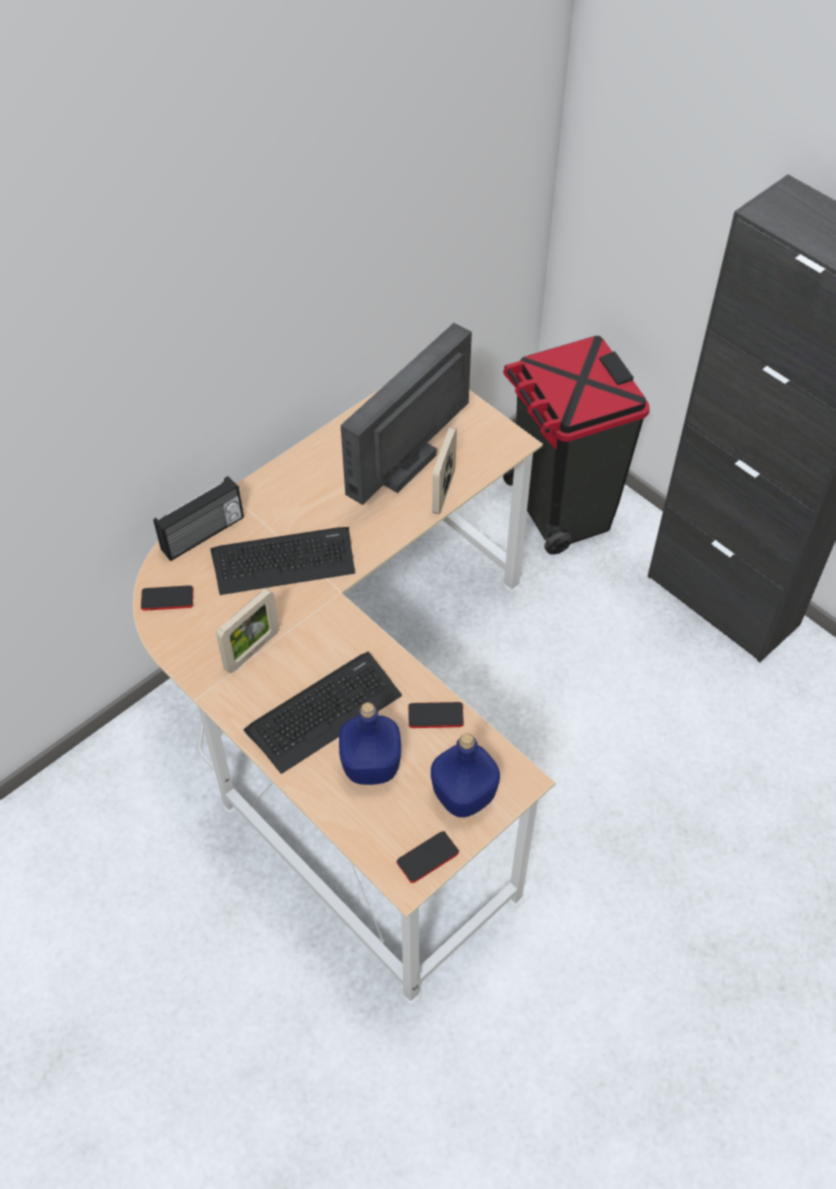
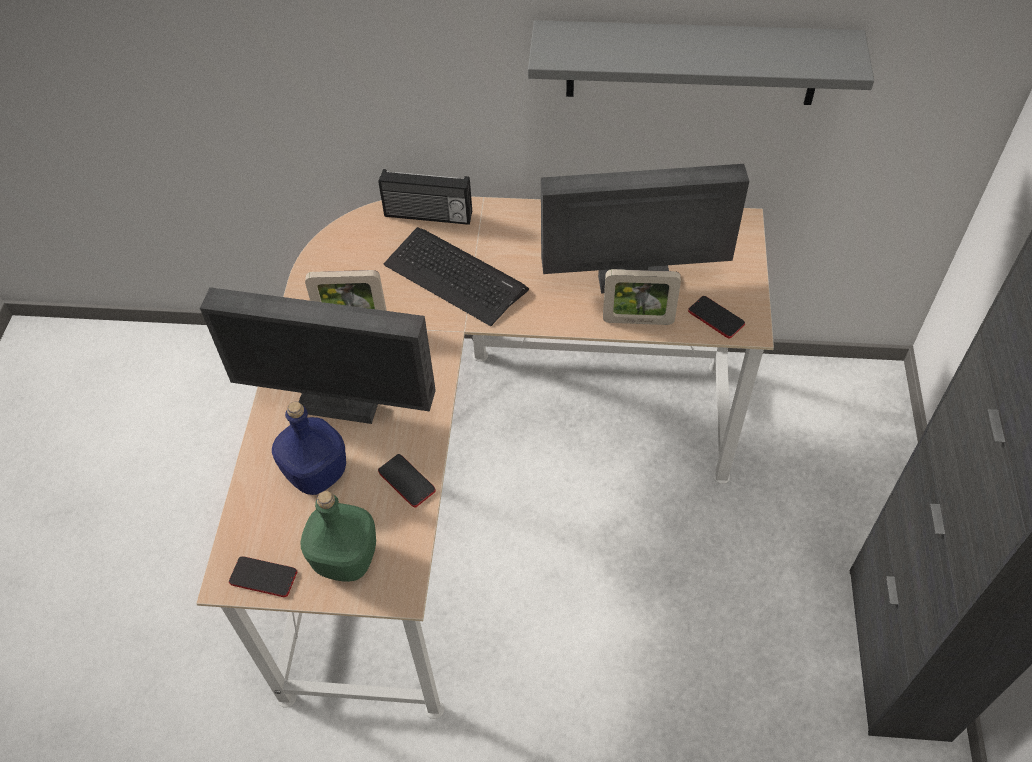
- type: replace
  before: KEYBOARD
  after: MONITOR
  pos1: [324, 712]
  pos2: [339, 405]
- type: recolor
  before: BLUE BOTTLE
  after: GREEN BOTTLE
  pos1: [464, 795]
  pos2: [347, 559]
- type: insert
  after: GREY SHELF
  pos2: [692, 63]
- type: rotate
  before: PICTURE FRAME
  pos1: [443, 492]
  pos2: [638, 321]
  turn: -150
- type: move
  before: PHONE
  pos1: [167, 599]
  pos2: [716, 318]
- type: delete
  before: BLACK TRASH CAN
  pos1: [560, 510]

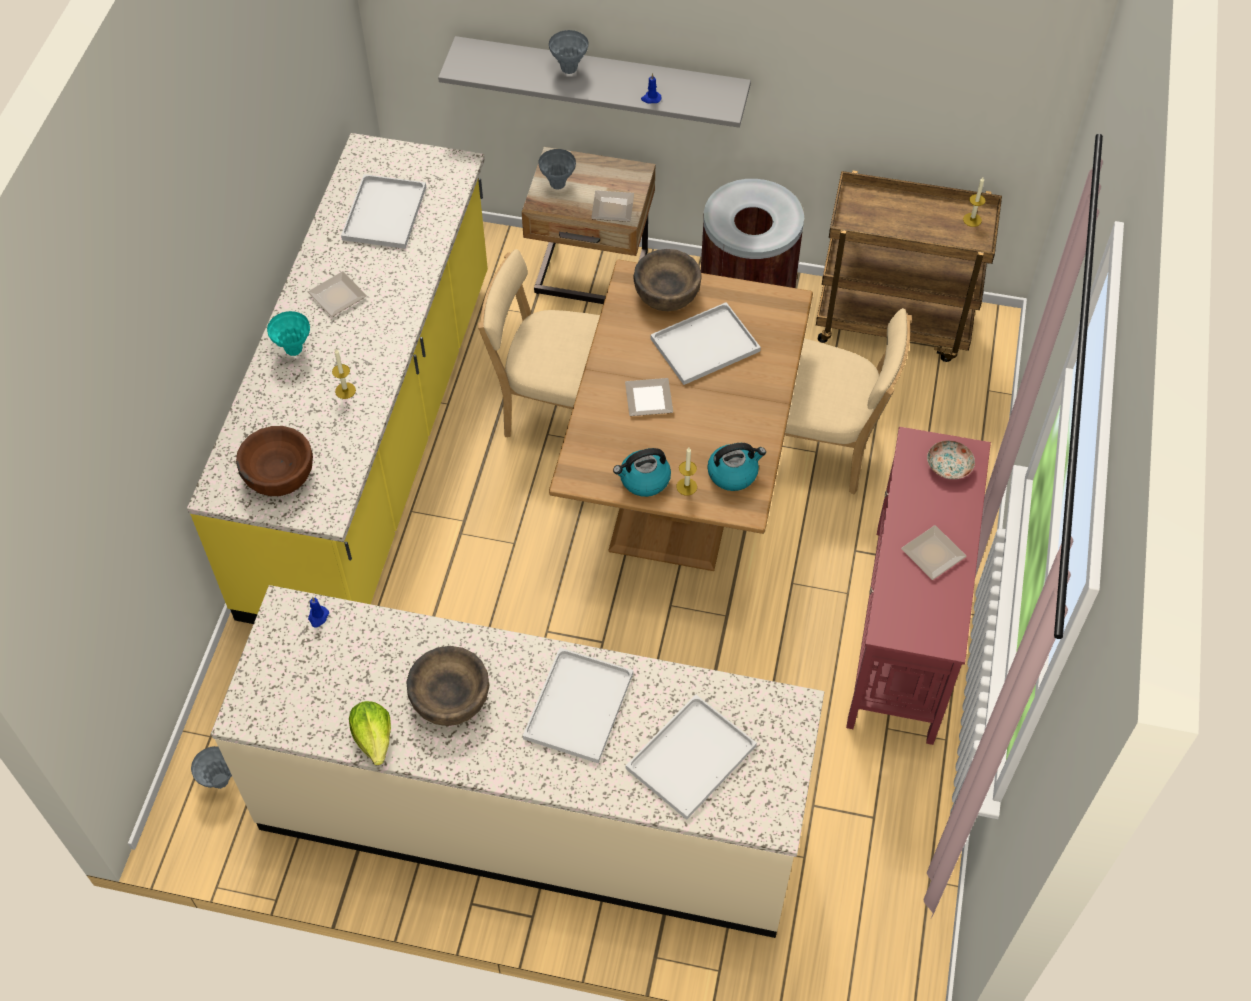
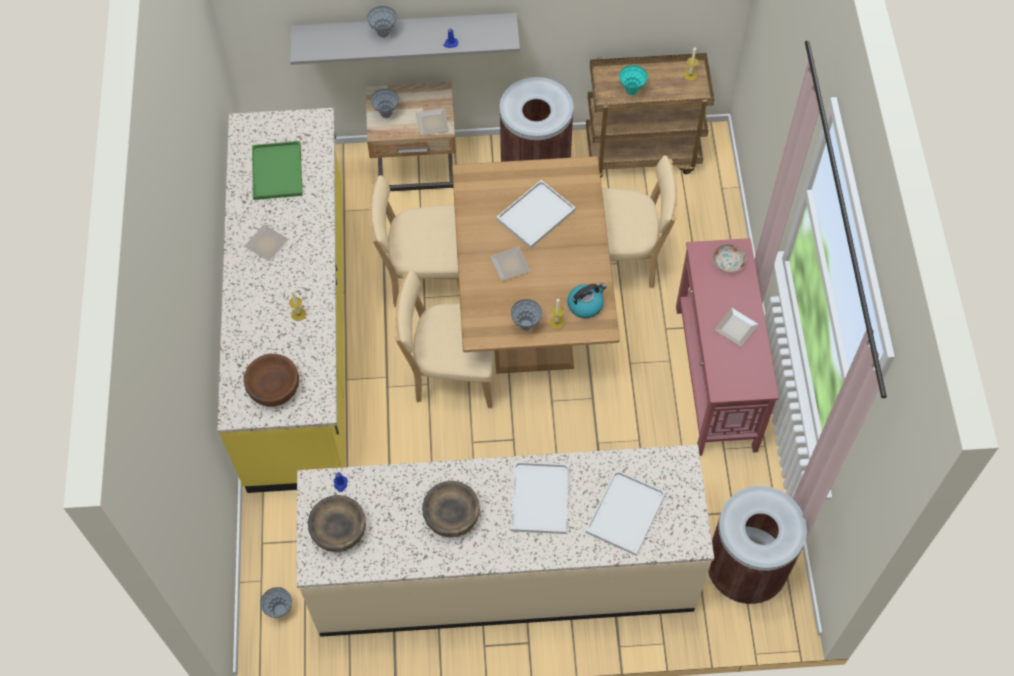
- type: recolor
  before: WHITE TRAY
  after: GREEN TRAY
  pos1: [384, 211]
  pos2: [276, 170]
- type: move
  before: BROWN BOWL
  pos1: [666, 293]
  pos2: [339, 530]
- type: insert
  after: BEIGE CHAIR
  pos2: [452, 373]
- type: replace
  before: KETTLE
  after: GREY VASE
  pos1: [644, 480]
  pos2: [526, 325]
- type: move
  before: TURQUOISE VASE
  pos1: [294, 350]
  pos2: [631, 91]
- type: insert
  after: BROWN TRASH CAN
  pos2: [744, 570]
- type: delete
  before: LETTUCE
  pos1: [374, 738]

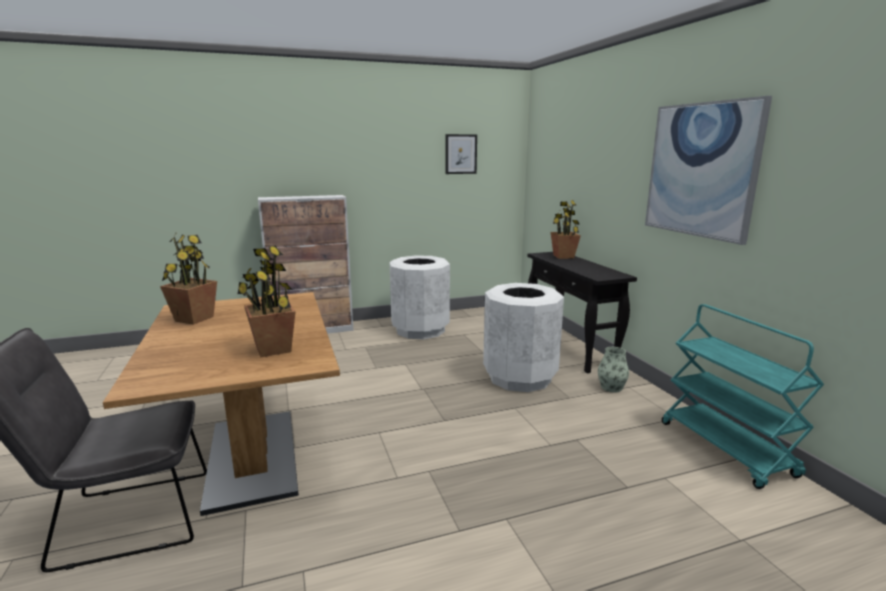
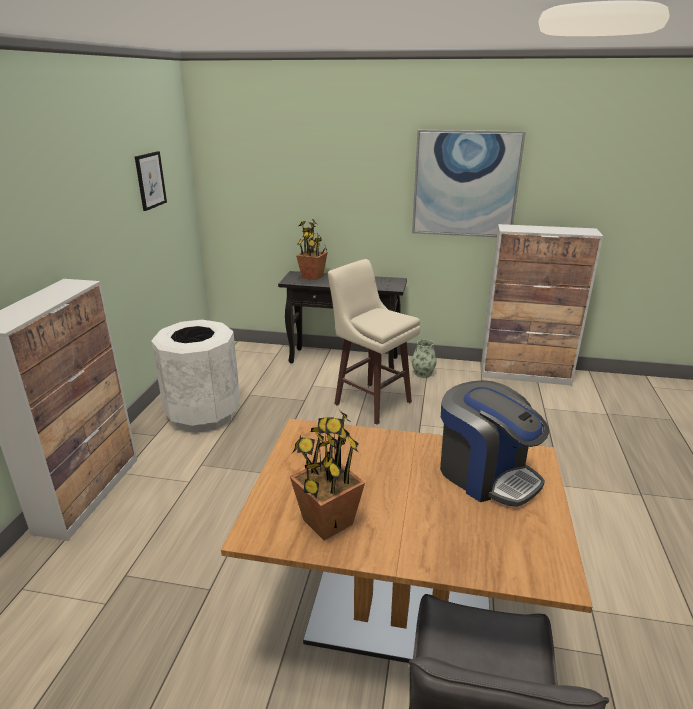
- type: replace
  before: WHITE TRASH CAN
  after: BEIGE STOOL
  pos1: [520, 377]
  pos2: [371, 402]
- type: replace
  before: POTTED PLANT
  after: COFFEE MACHINE
  pos1: [273, 349]
  pos2: [486, 474]
- type: replace
  before: TURQUOISE CART
  after: CABINET
  pos1: [727, 449]
  pos2: [525, 375]

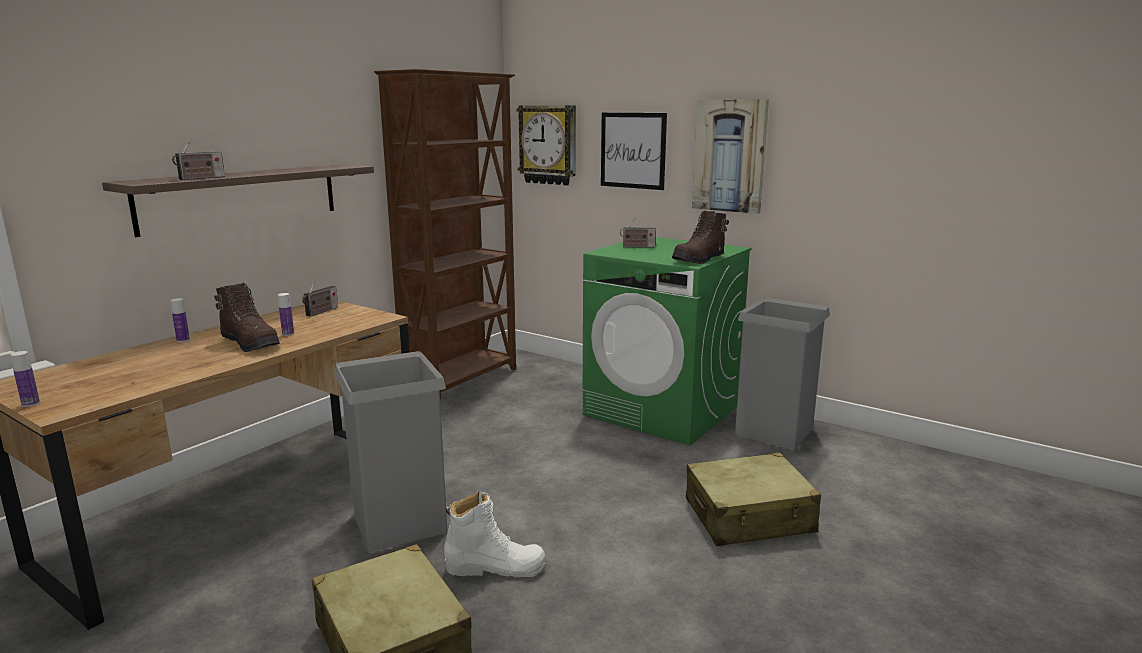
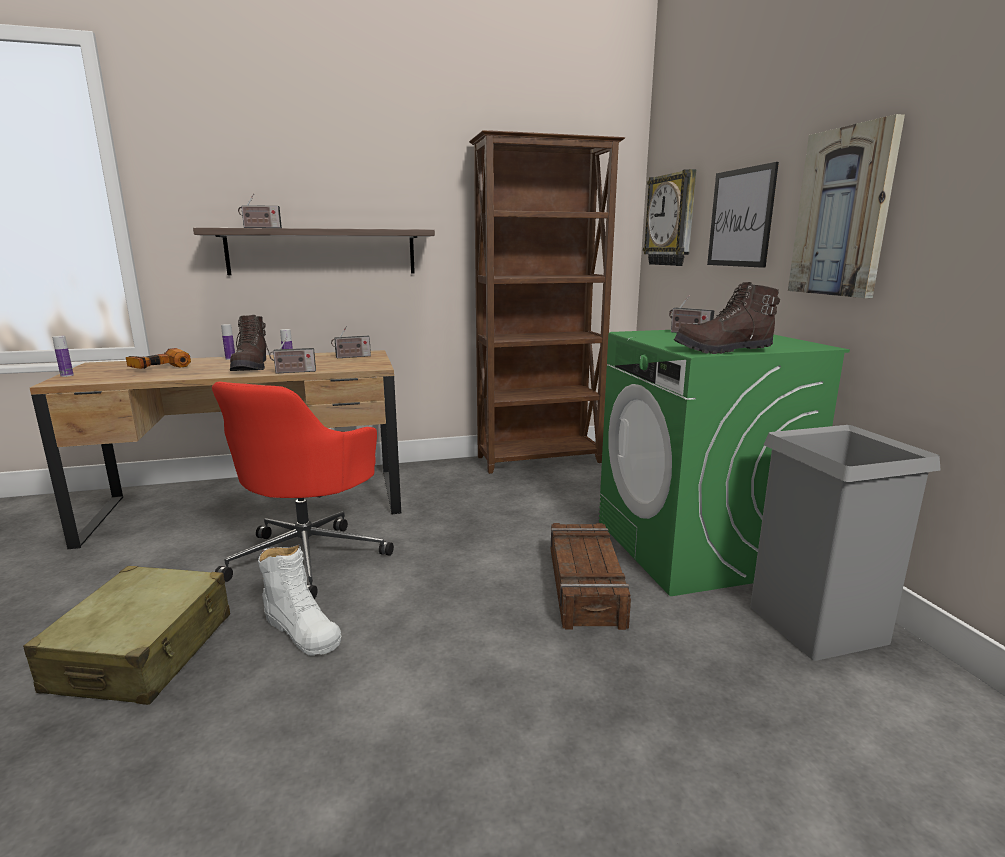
- type: insert
  after: POWER DRILL
  pos2: [158, 367]
- type: replace
  before: GREY TRASH CAN
  after: RED OFFICE CHAIR
  pos1: [399, 522]
  pos2: [309, 557]
- type: insert
  after: RADIO
  pos2: [293, 372]
- type: insert
  after: CRATE
  pos2: [586, 585]
- type: delete
  before: BEIGE SUITCASE
  pos1: [749, 516]

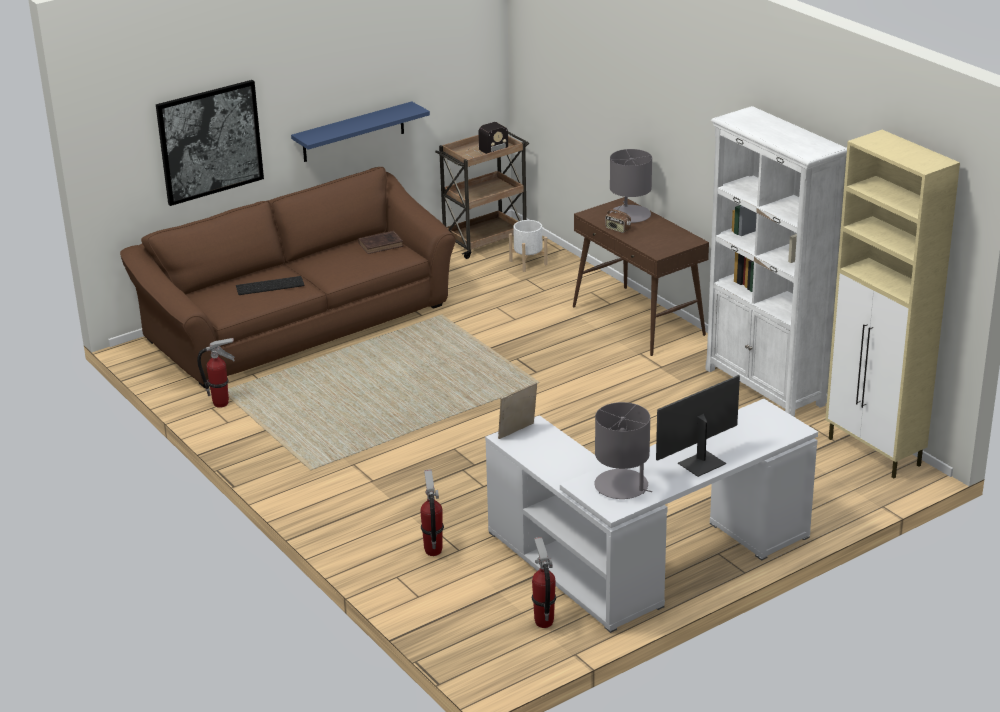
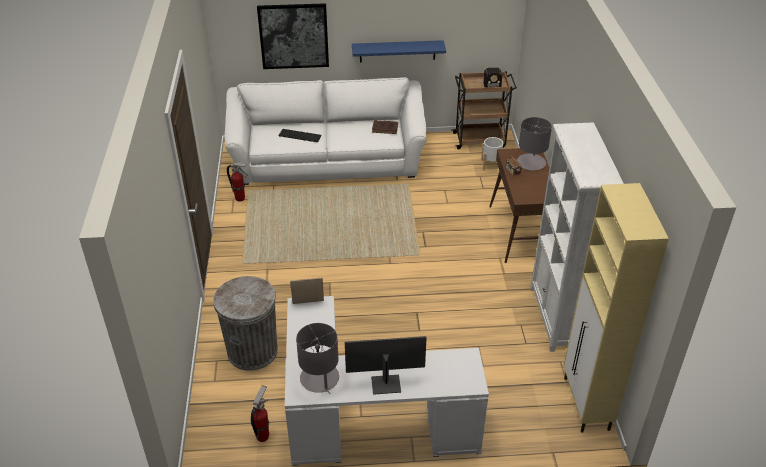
- type: replace
  before: FIRE EXTINGUISHER
  after: GREY TRASH CAN
  pos1: [433, 550]
  pos2: [252, 351]
- type: recolor
  before: BROWN SOFA
  after: WHITE SOFA
  pos1: [299, 323]
  pos2: [328, 160]

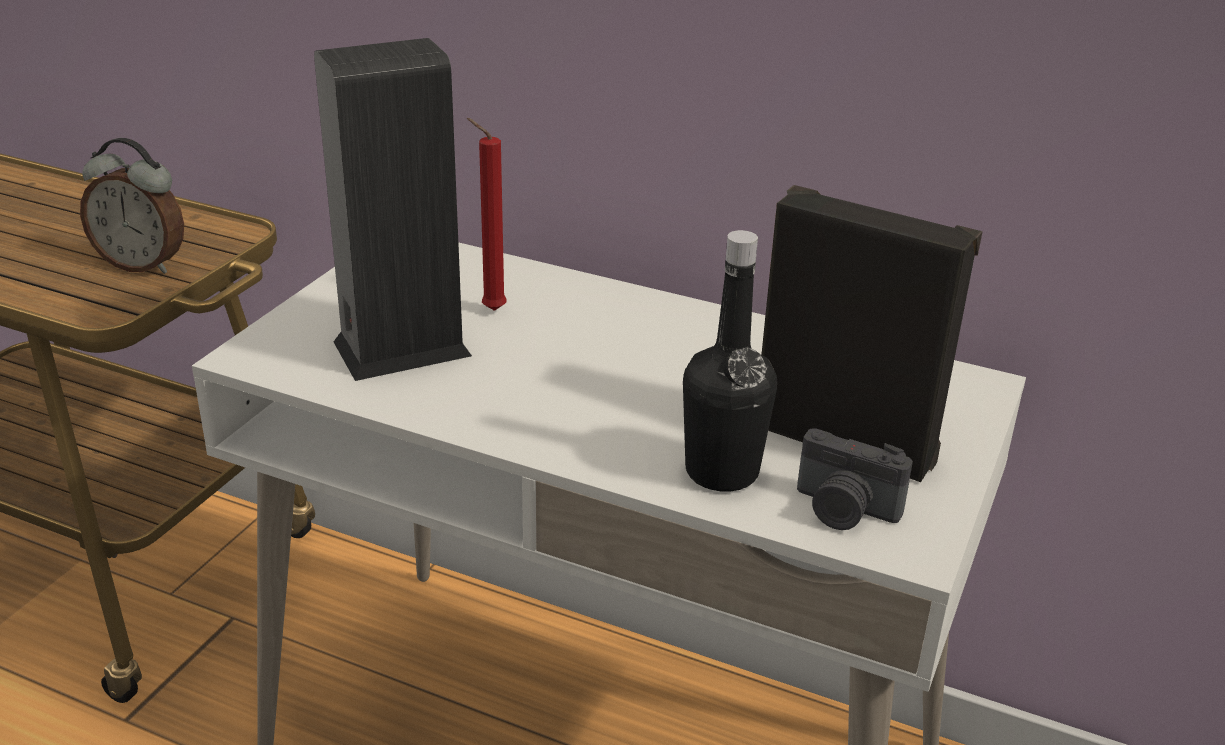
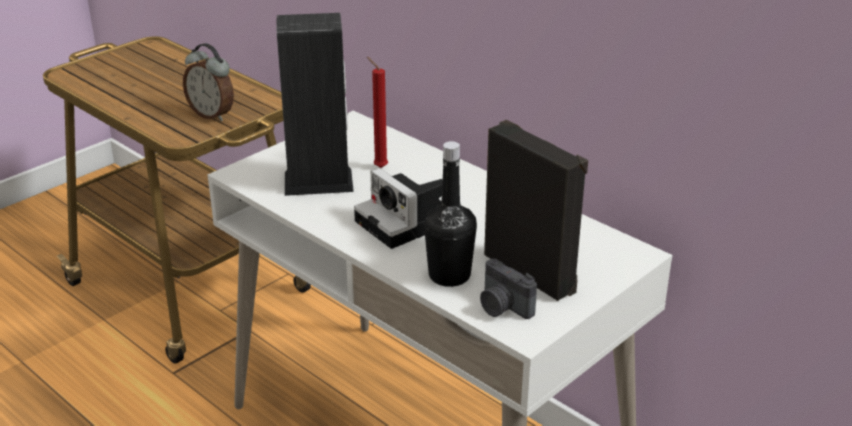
- type: insert
  after: PHOTO CAMERA
  pos2: [408, 223]

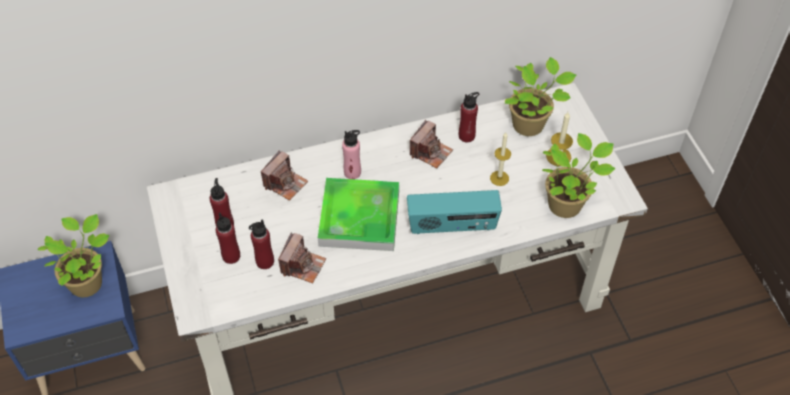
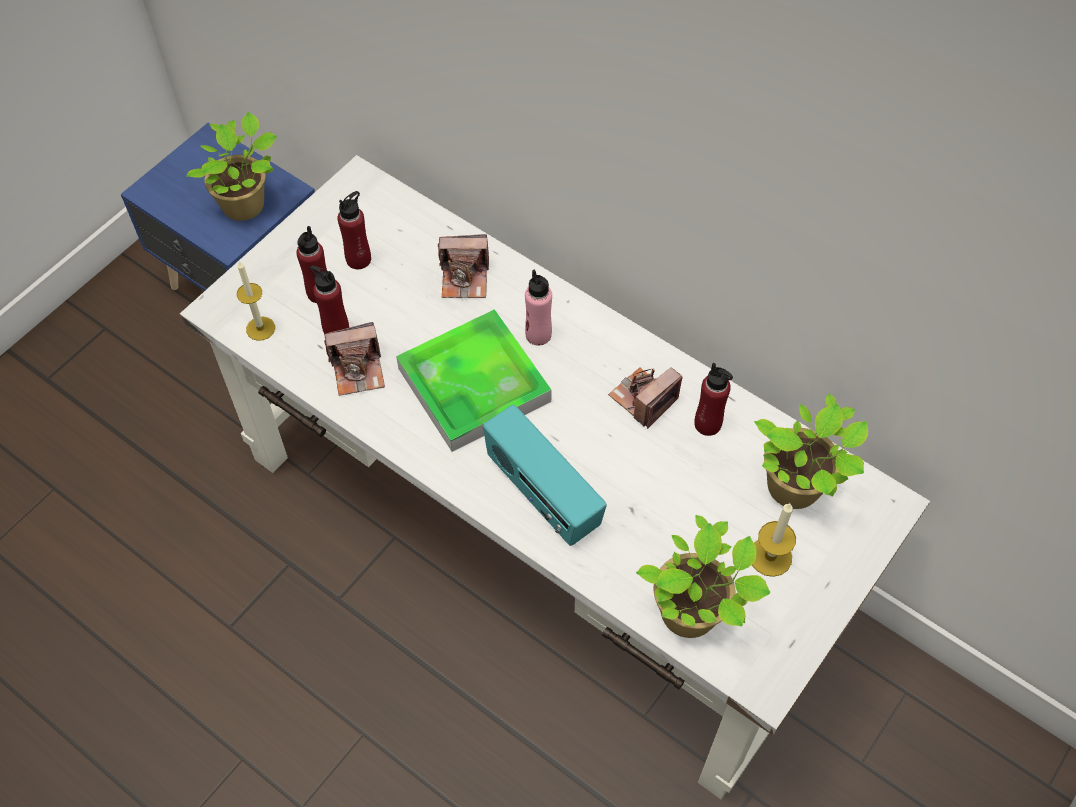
- type: move
  before: CANDLE
  pos1: [499, 178]
  pos2: [260, 328]
- type: rotate
  before: PHOTO CAMERA
  pos1: [430, 152]
  pos2: [643, 399]
  turn: 135

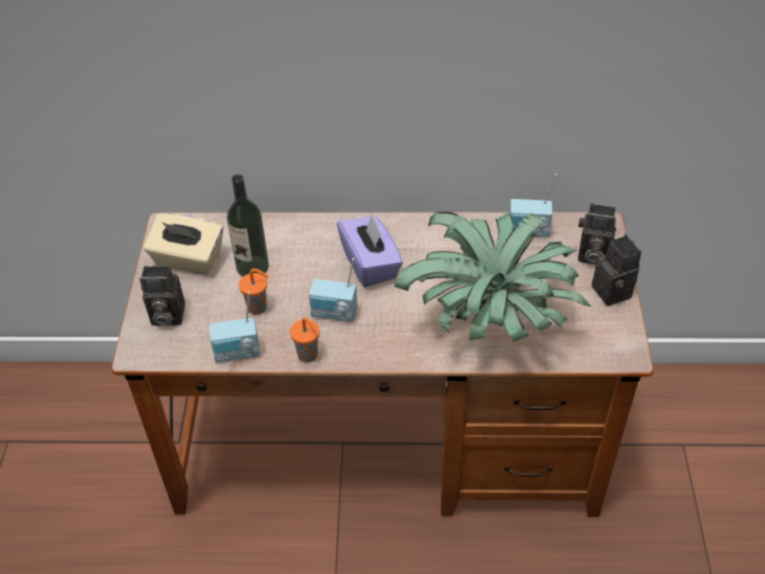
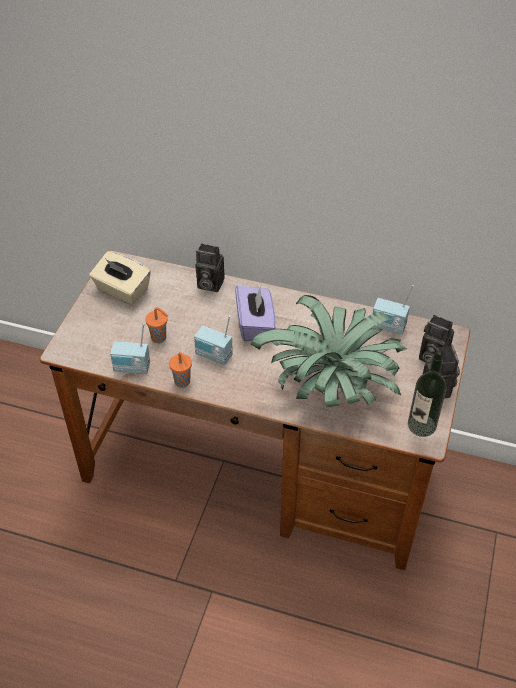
- type: move
  before: PHOTO CAMERA
  pos1: [165, 316]
  pos2: [208, 284]
- type: move
  before: BOTTLE
  pos1: [252, 267]
  pos2: [421, 425]

